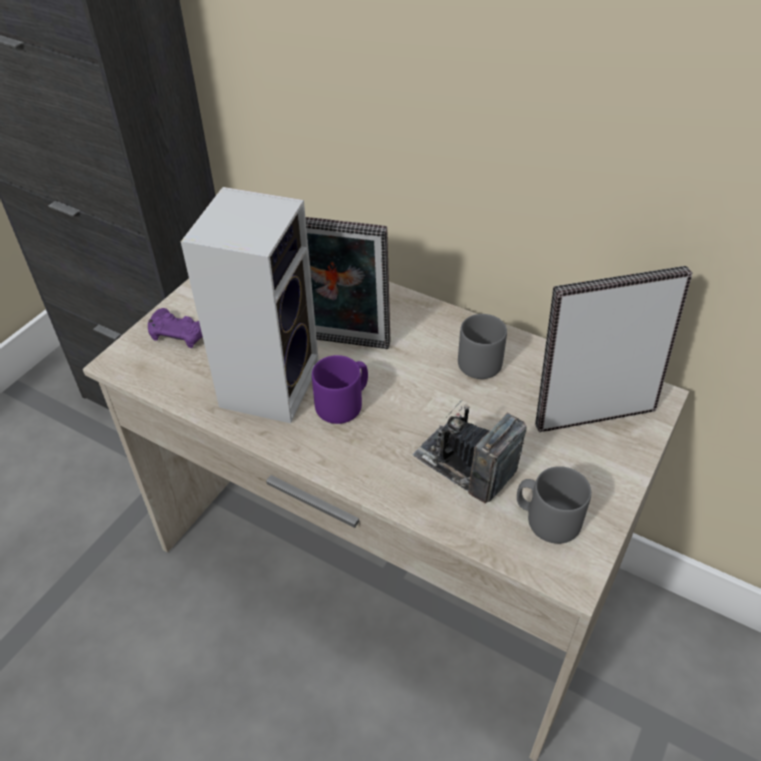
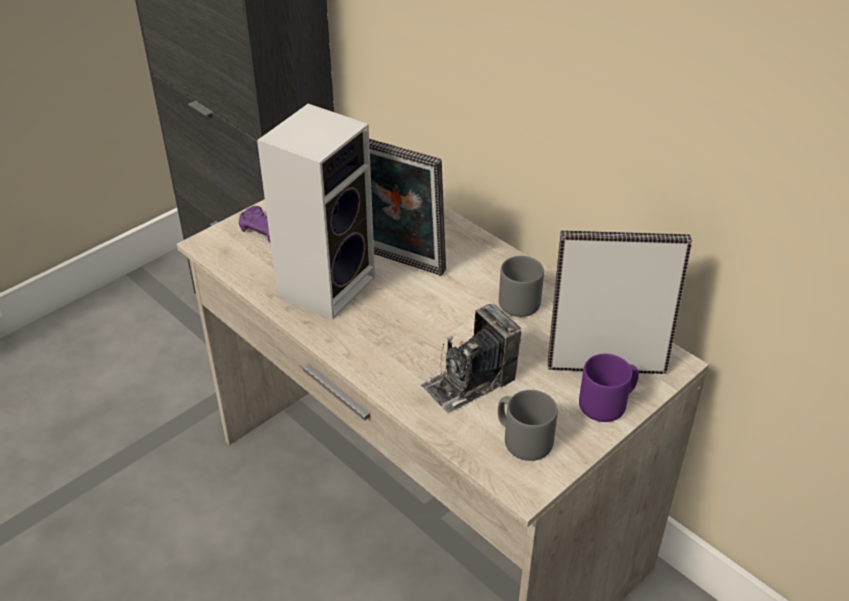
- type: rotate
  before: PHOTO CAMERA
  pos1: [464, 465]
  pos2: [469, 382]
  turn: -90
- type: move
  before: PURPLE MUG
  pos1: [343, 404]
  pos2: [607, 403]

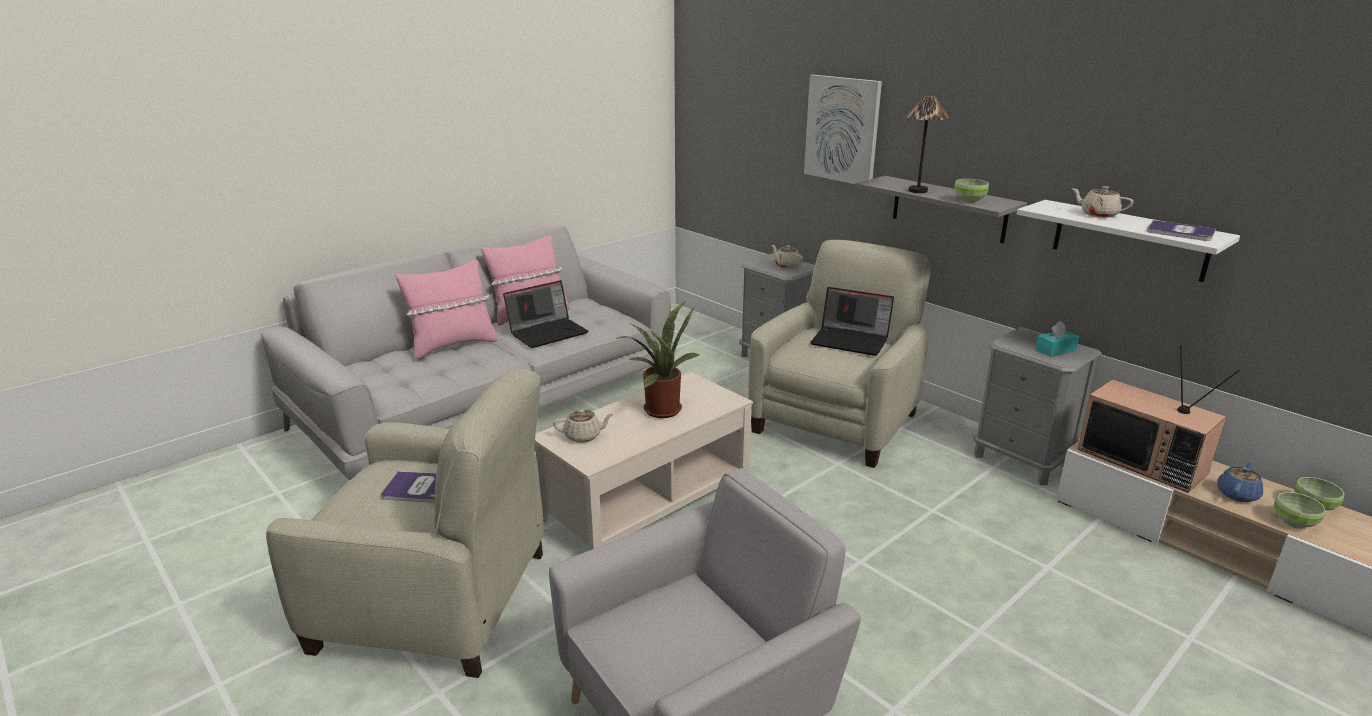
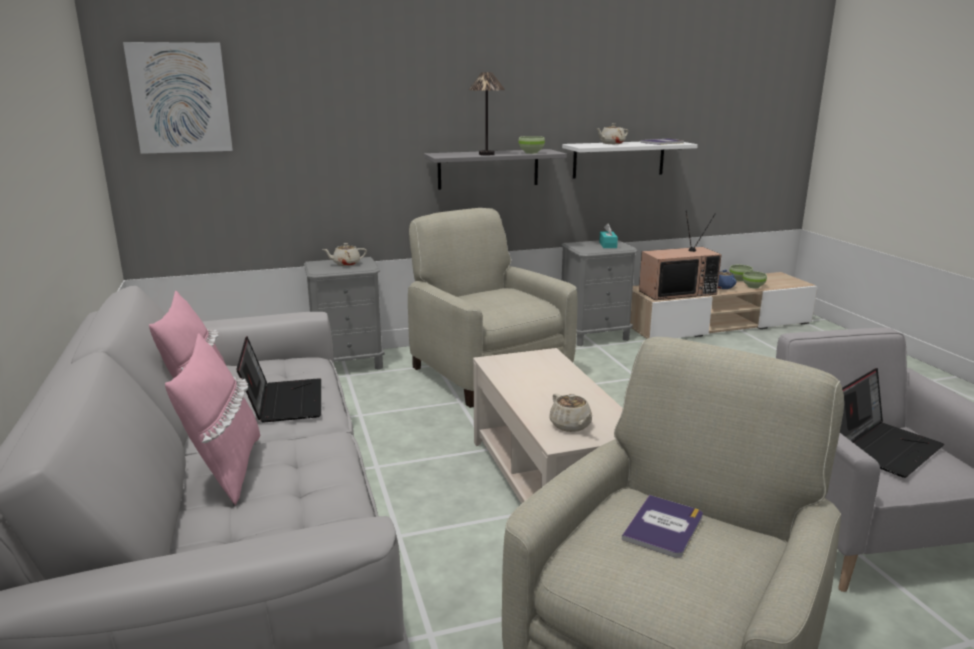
- type: move
  before: PICTURE
  pos1: [842, 129]
  pos2: [180, 98]
- type: rotate
  before: BEIGE TEAPOT
  pos1: [583, 436]
  pos2: [570, 425]
  turn: 135
- type: move
  before: LAPTOP
  pos1: [851, 341]
  pos2: [883, 446]
- type: delete
  before: POTTED PLANT
  pos1: [660, 409]

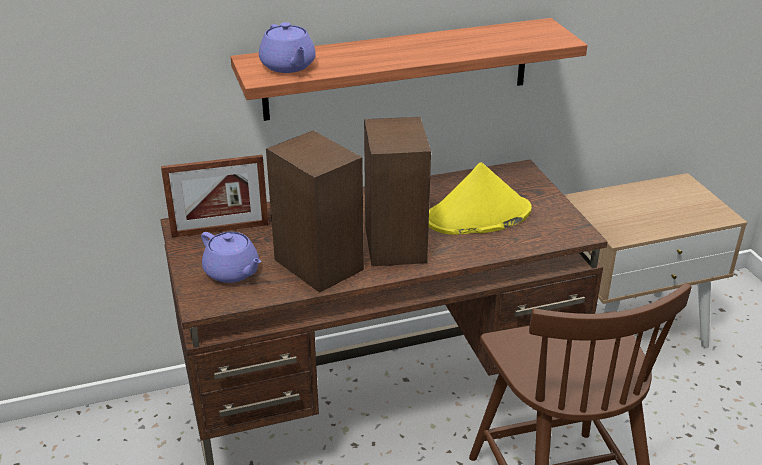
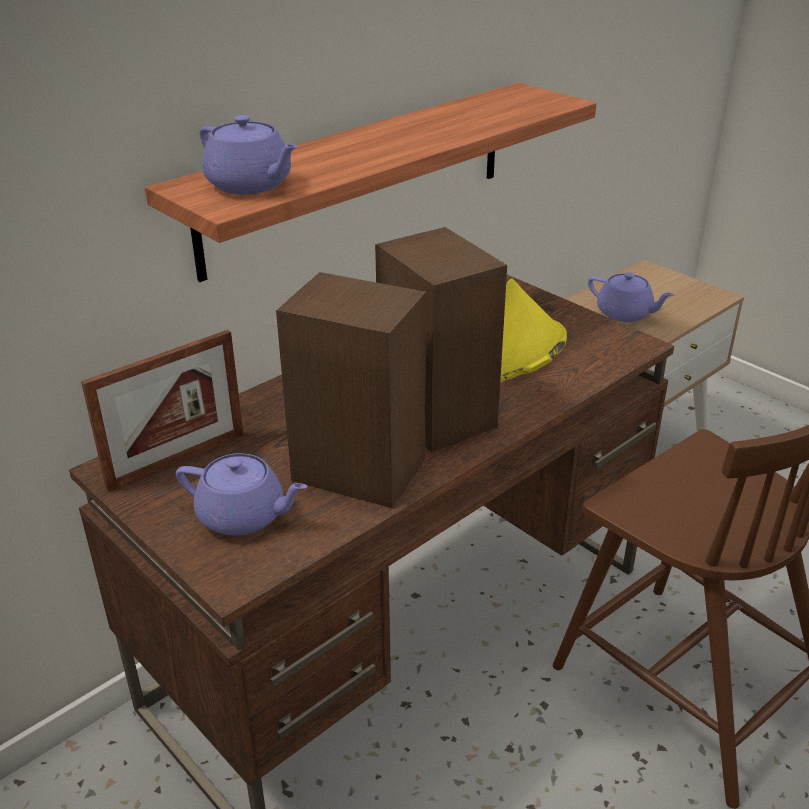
- type: insert
  after: PURPLE TEAPOT
  pos2: [625, 314]

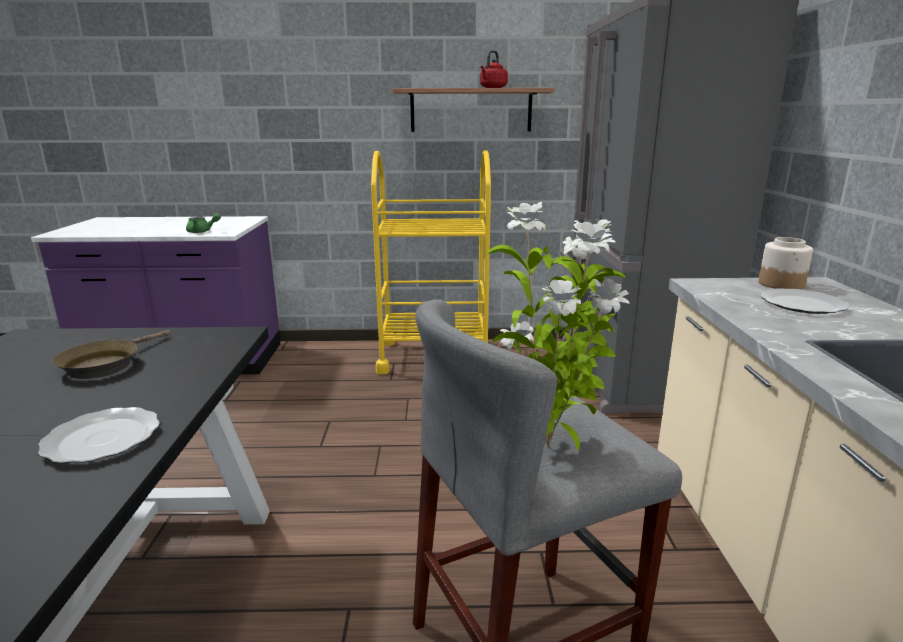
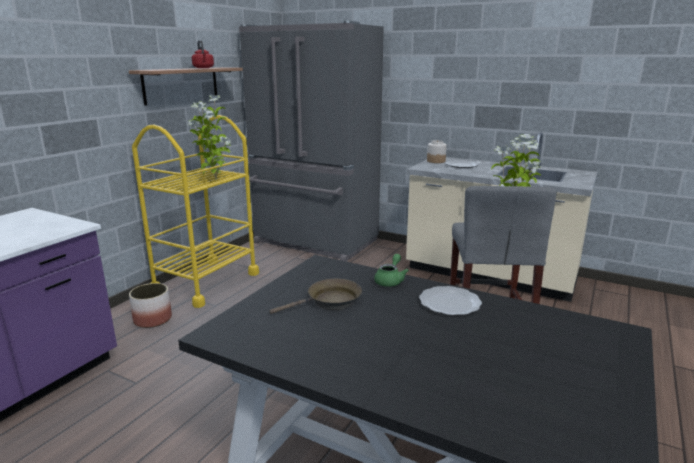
- type: insert
  after: PLANTER
  pos2: [152, 319]
- type: insert
  after: POTTED PLANT
  pos2: [214, 179]
- type: rotate
  before: BROWN FRYING PAN
  pos1: [105, 364]
  pos2: [330, 302]
  turn: -75
- type: move
  before: GREEN TEAPOT
  pos1: [202, 231]
  pos2: [390, 280]

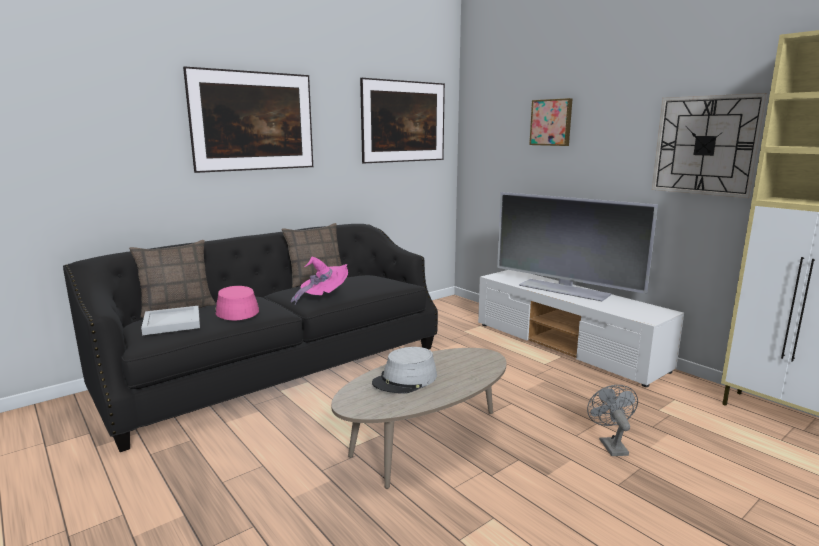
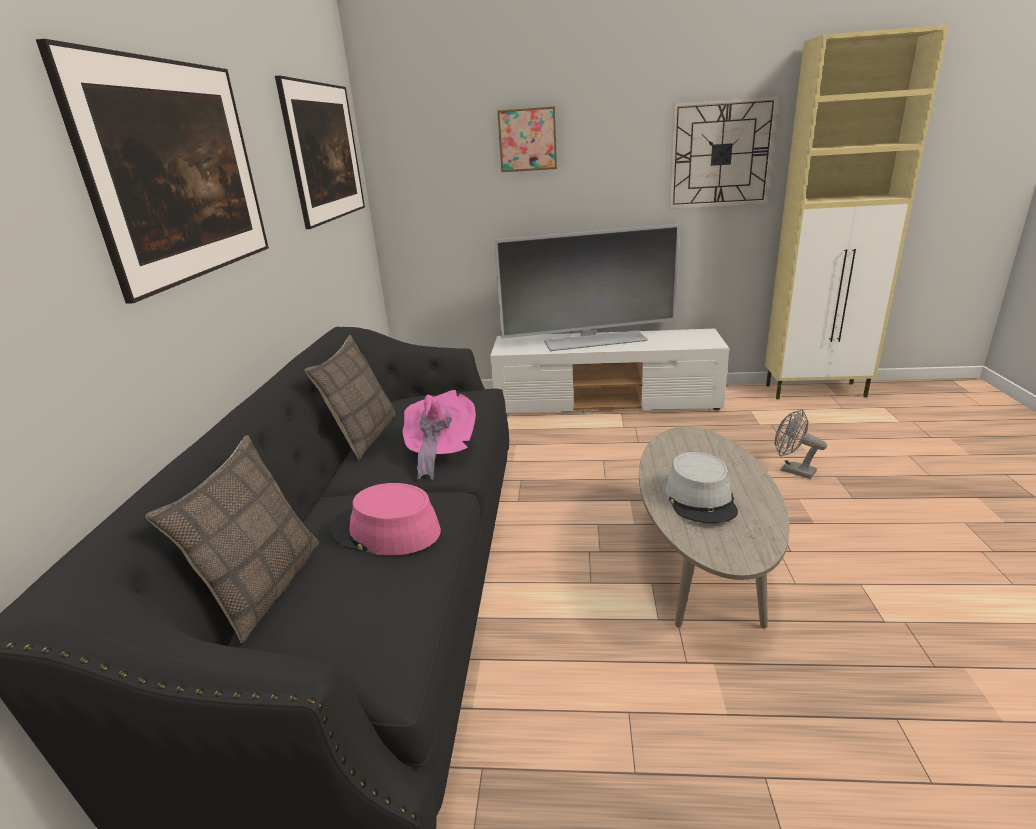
- type: delete
  before: WHITE TRAY
  pos1: [173, 322]

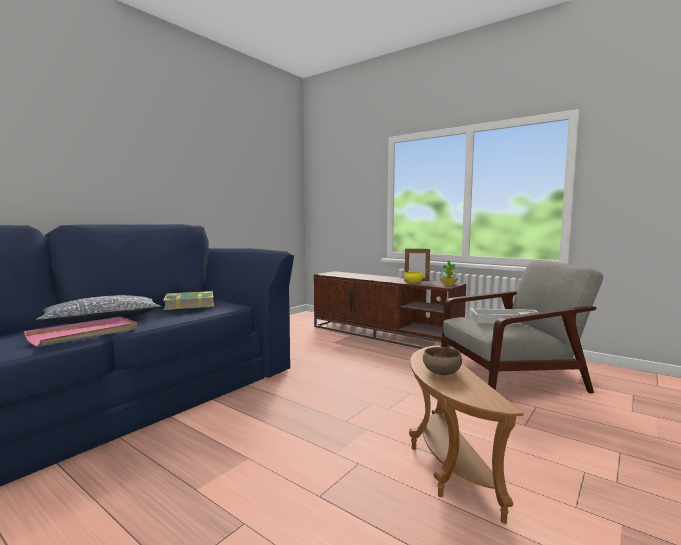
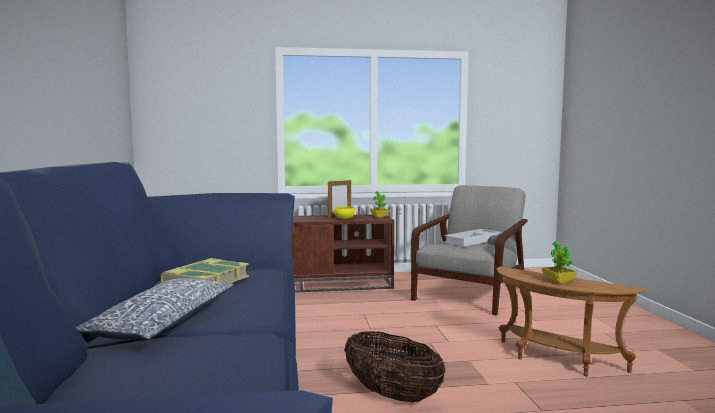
- type: insert
  after: BASKET
  pos2: [392, 395]
- type: replace
  before: BROWN BOWL
  after: POTTED PLANT
  pos1: [441, 372]
  pos2: [558, 281]
- type: delete
  before: PINK TRAY
  pos1: [84, 334]

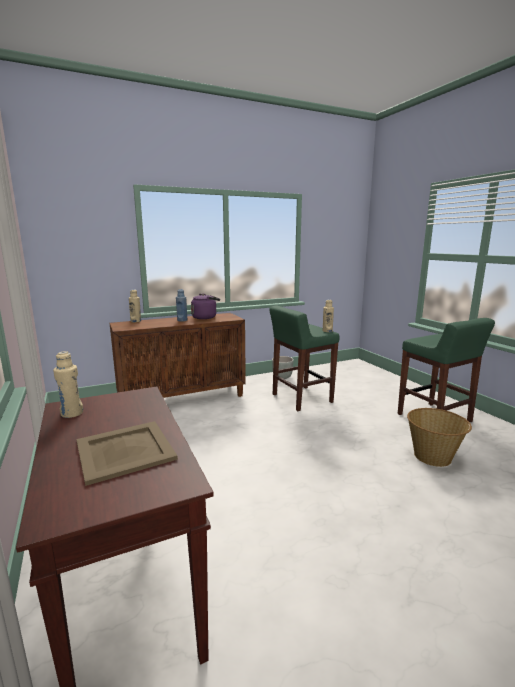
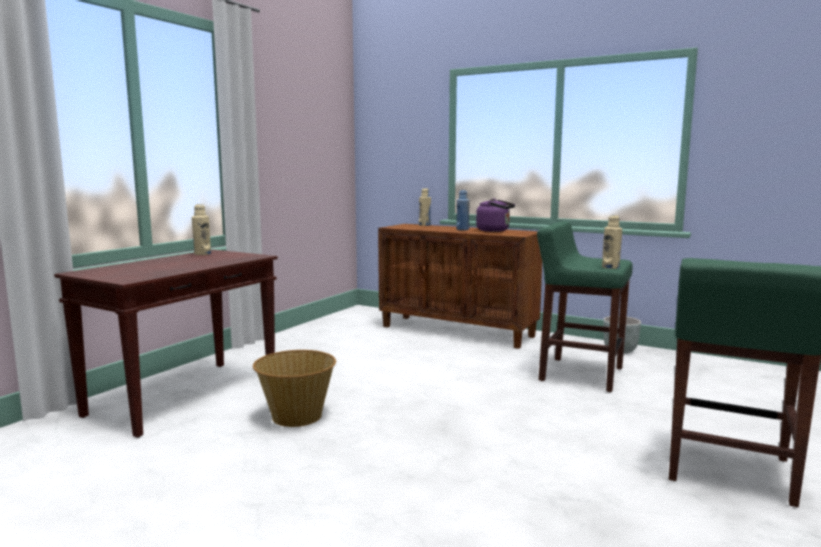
- type: move
  before: BASKET
  pos1: [433, 457]
  pos2: [296, 417]
- type: delete
  before: BEIGE TRAY
  pos1: [124, 451]

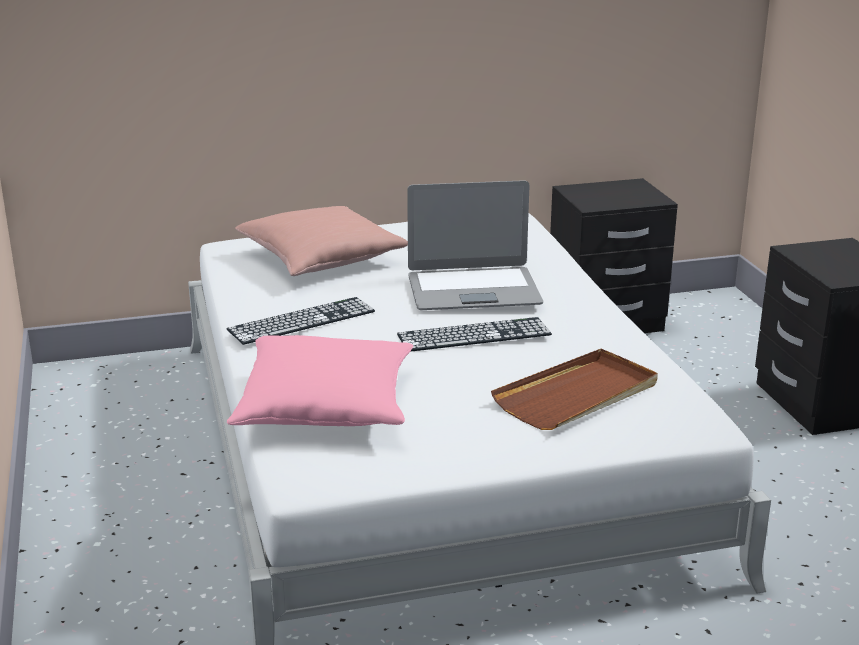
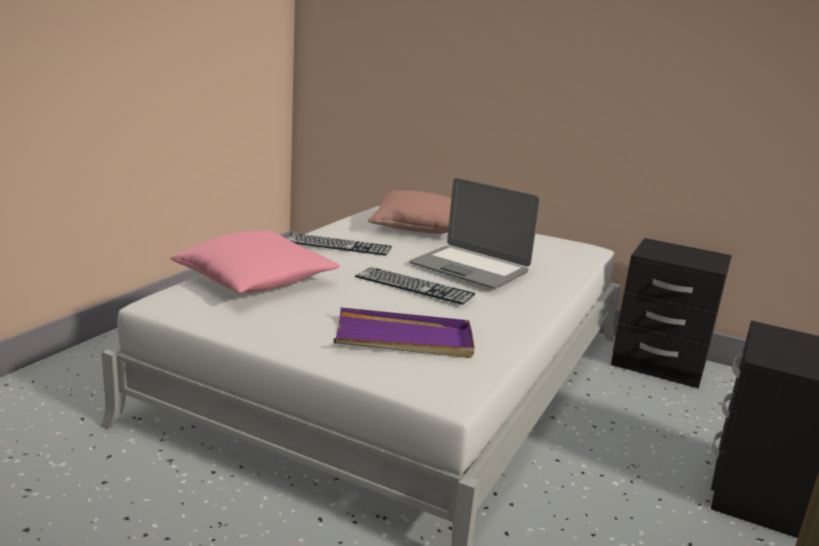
- type: recolor
  before: BROWN TRAY
  after: PURPLE TRAY
  pos1: [577, 395]
  pos2: [404, 339]

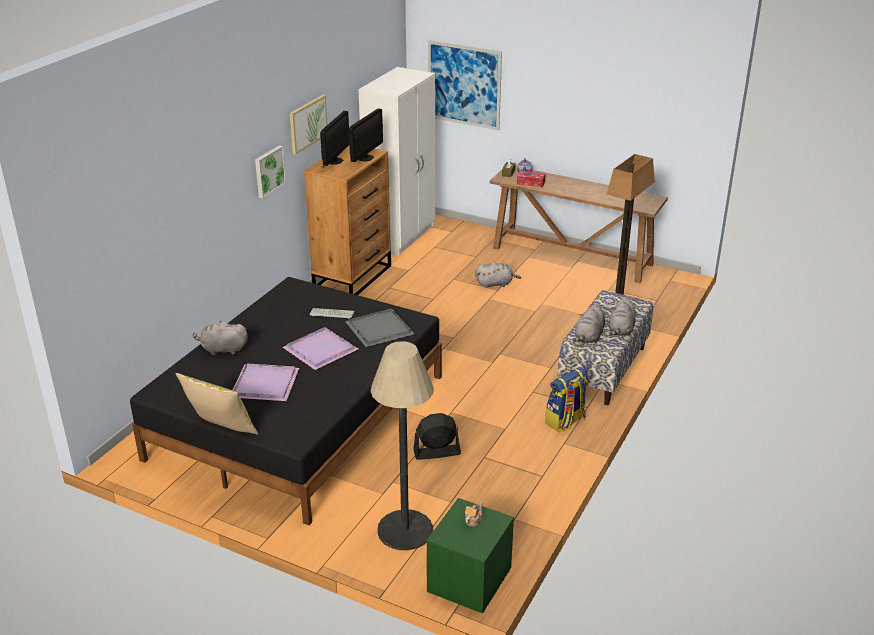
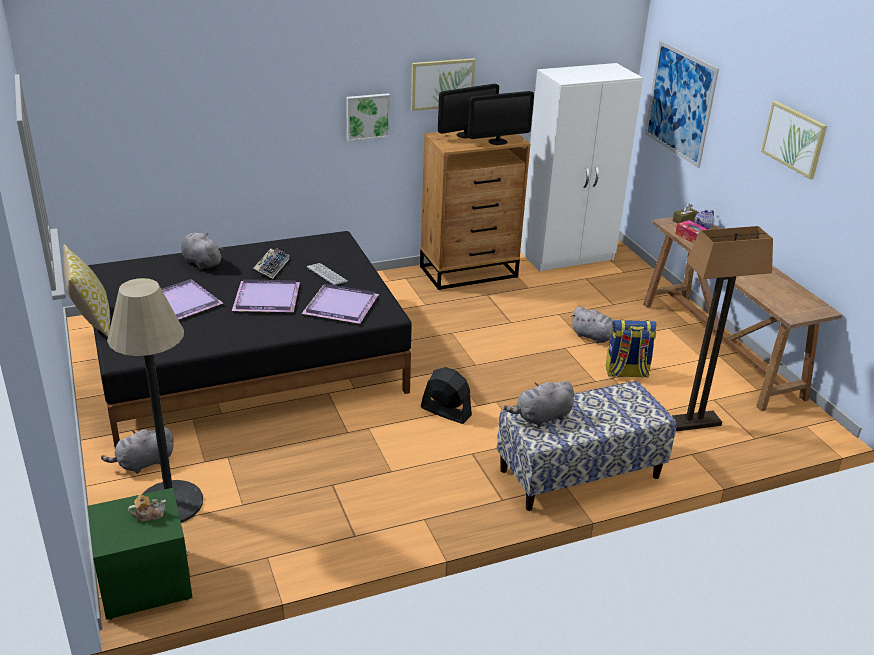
- type: move
  before: GREY PLUSH TOY
  pos1: [621, 330]
  pos2: [143, 463]
- type: insert
  after: KEYBOARD
  pos2: [272, 266]
- type: recolor
  before: GREY TRAY
  after: PURPLE TRAY
  pos1: [378, 329]
  pos2: [340, 305]
- type: move
  before: BLACK FAN
  pos1: [436, 452]
  pos2: [445, 411]
- type: move
  before: BACKPACK
  pos1: [565, 421]
  pos2: [626, 372]
- type: insert
  after: PICTURE
  pos2: [794, 139]

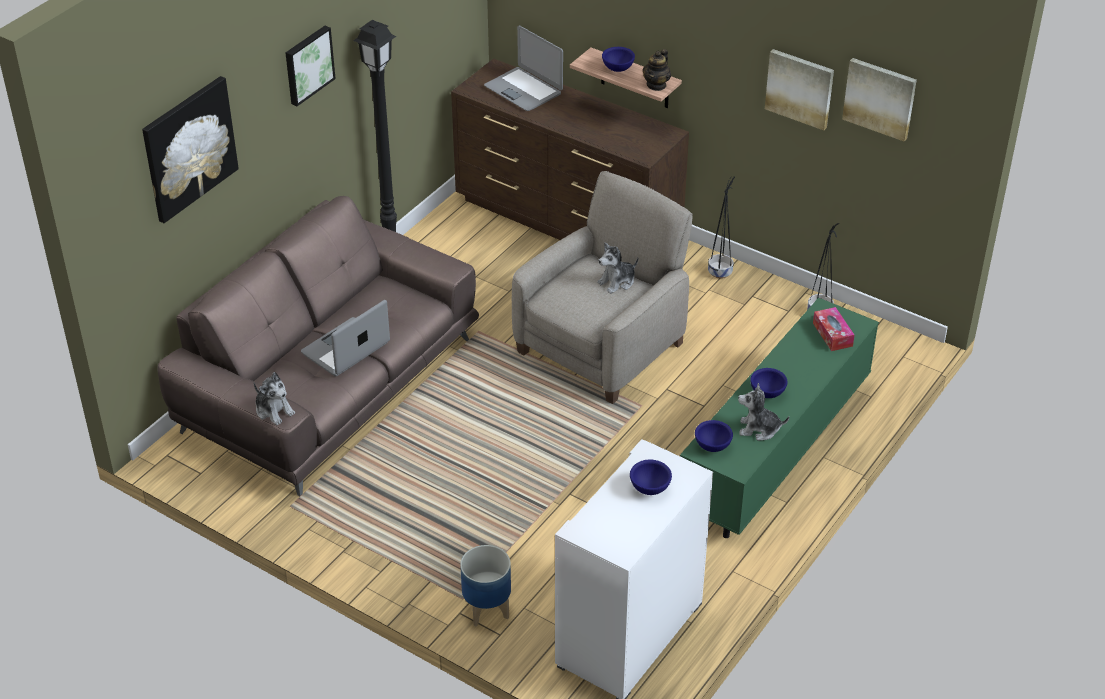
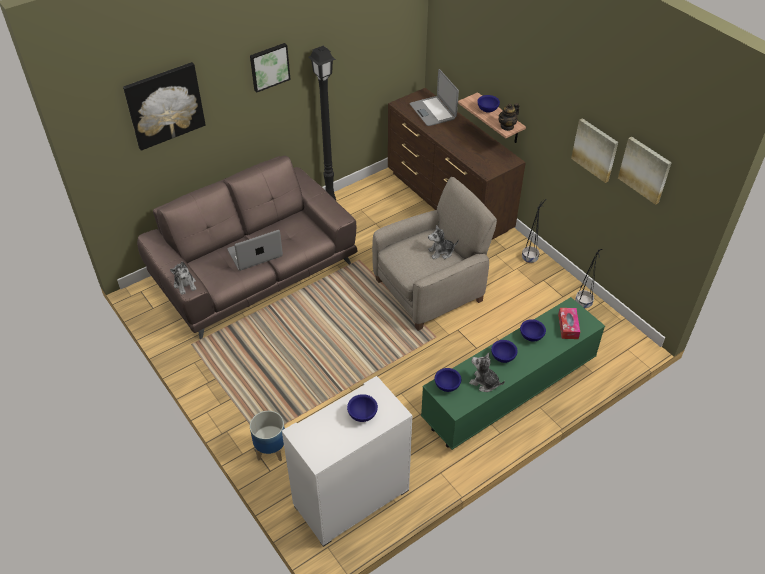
- type: insert
  after: BLUE BOWL
  pos2: [531, 336]

